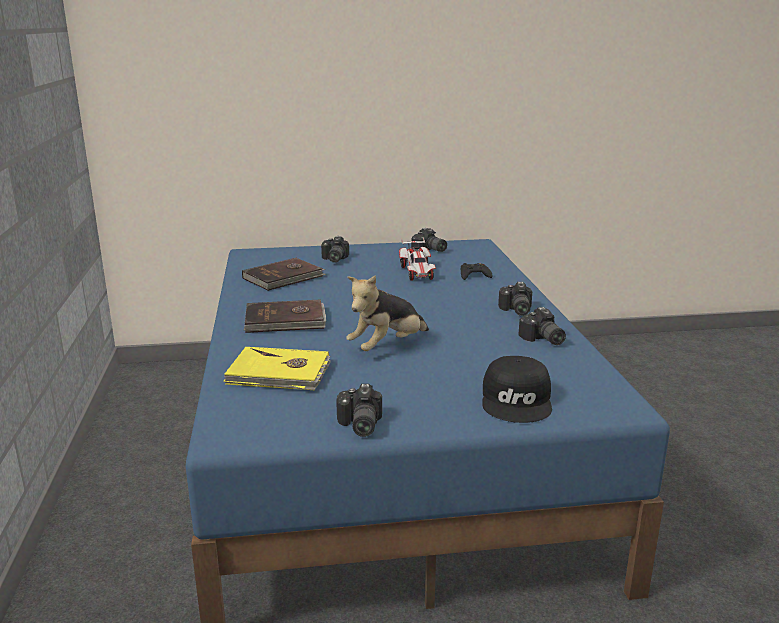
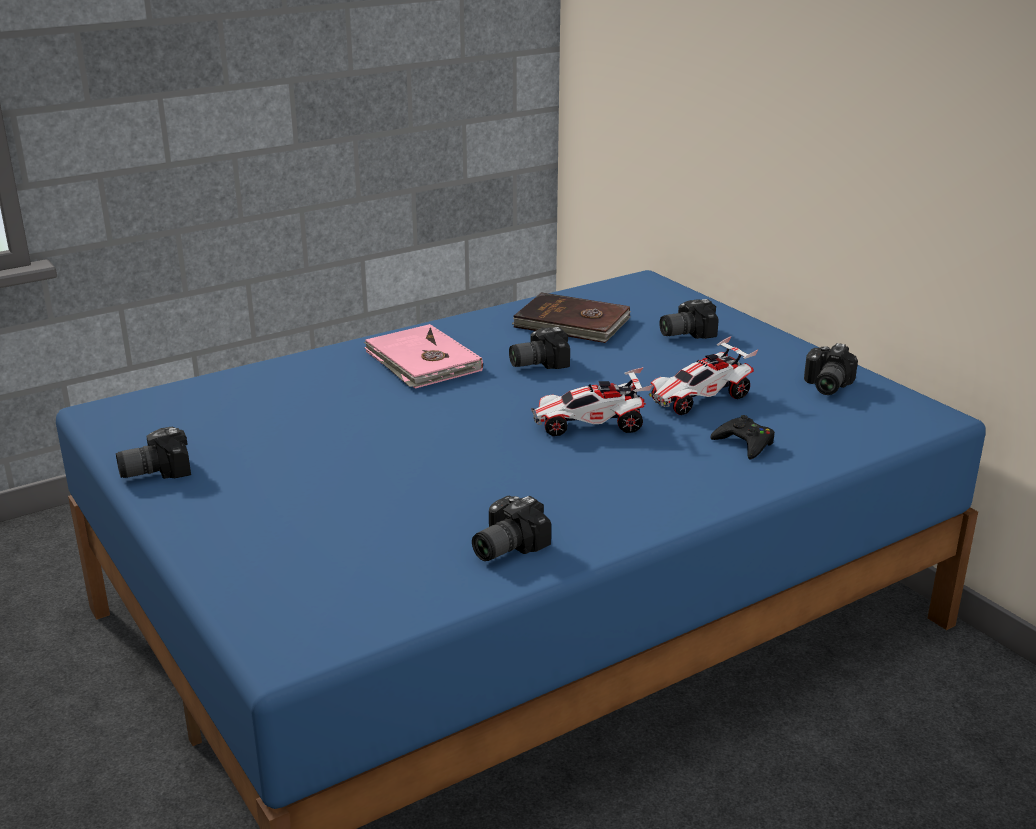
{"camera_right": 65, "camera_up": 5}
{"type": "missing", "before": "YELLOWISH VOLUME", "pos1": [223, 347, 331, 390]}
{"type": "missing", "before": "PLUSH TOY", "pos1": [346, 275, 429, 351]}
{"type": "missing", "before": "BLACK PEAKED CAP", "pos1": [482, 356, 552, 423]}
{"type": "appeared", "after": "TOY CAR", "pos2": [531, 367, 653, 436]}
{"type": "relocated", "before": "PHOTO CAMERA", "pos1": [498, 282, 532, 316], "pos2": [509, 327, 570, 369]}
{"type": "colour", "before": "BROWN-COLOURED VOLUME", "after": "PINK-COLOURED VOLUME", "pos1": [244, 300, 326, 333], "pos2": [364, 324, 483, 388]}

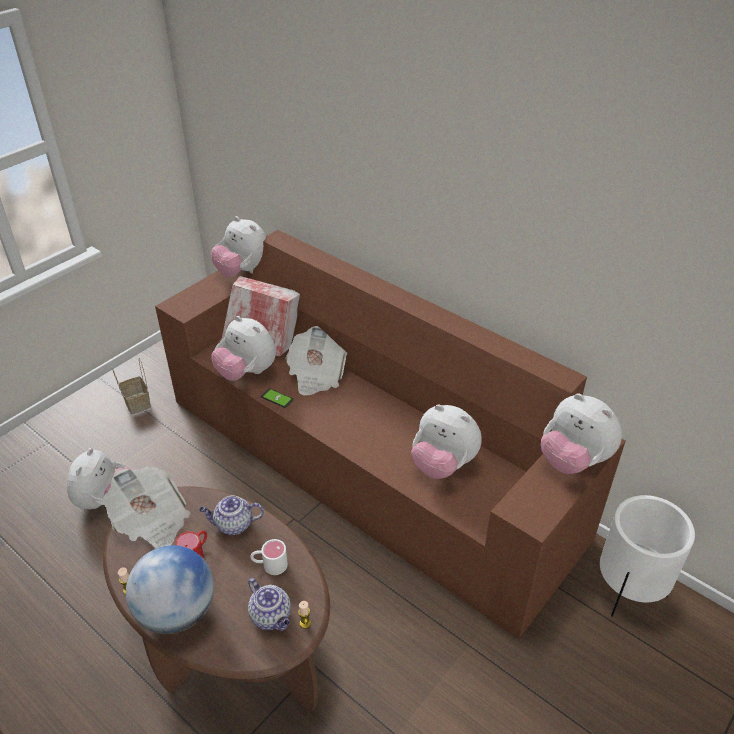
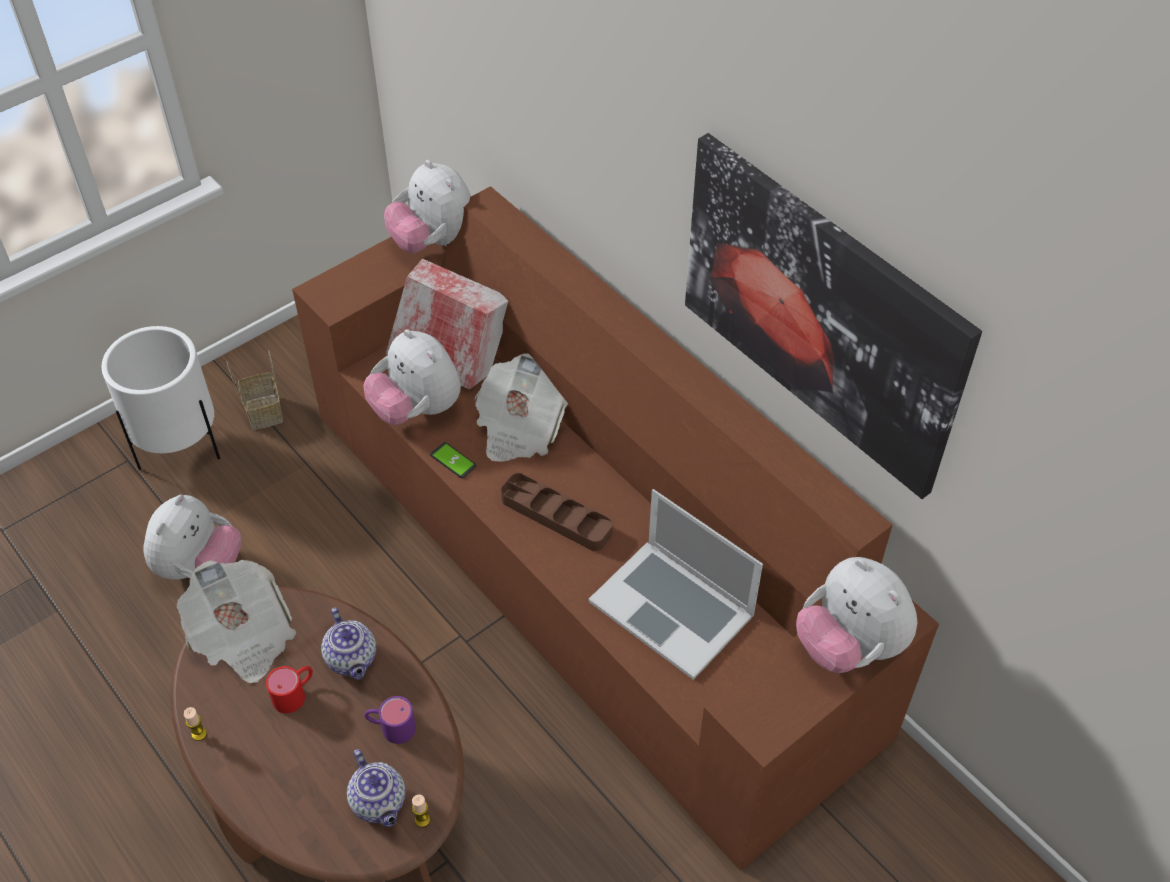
{"camera_right": 10, "camera_up": 10}
{"type": "missing", "before": "DESK GLOBE", "pos1": [126, 545, 214, 634]}
{"type": "appeared", "after": "BROWN-COLOURED CARRYING TRAY", "pos2": [501, 473, 613, 551]}
{"type": "appeared", "after": "WALL PICTURE", "pos2": [685, 133, 982, 499]}
{"type": "relocated", "before": "WHITISH FLOWER POT", "pos1": [600, 495, 695, 617], "pos2": [102, 326, 220, 470]}
{"type": "exchanged", "before": "PLUSH TOY", "after": "NOTEBOOK COMPUTER", "pos1": [411, 404, 482, 479], "pos2": [588, 489, 763, 680]}
{"type": "colour", "before": "WHITISH COFFEE MUG", "after": "PURPLE COFFEE MUG", "pos1": [251, 539, 288, 575], "pos2": [365, 696, 416, 744]}
{"type": "spun", "before": "POT FOR TEA", "pos1": [199, 496, 264, 535], "pos2": [321, 608, 376, 680], "turn": -120}

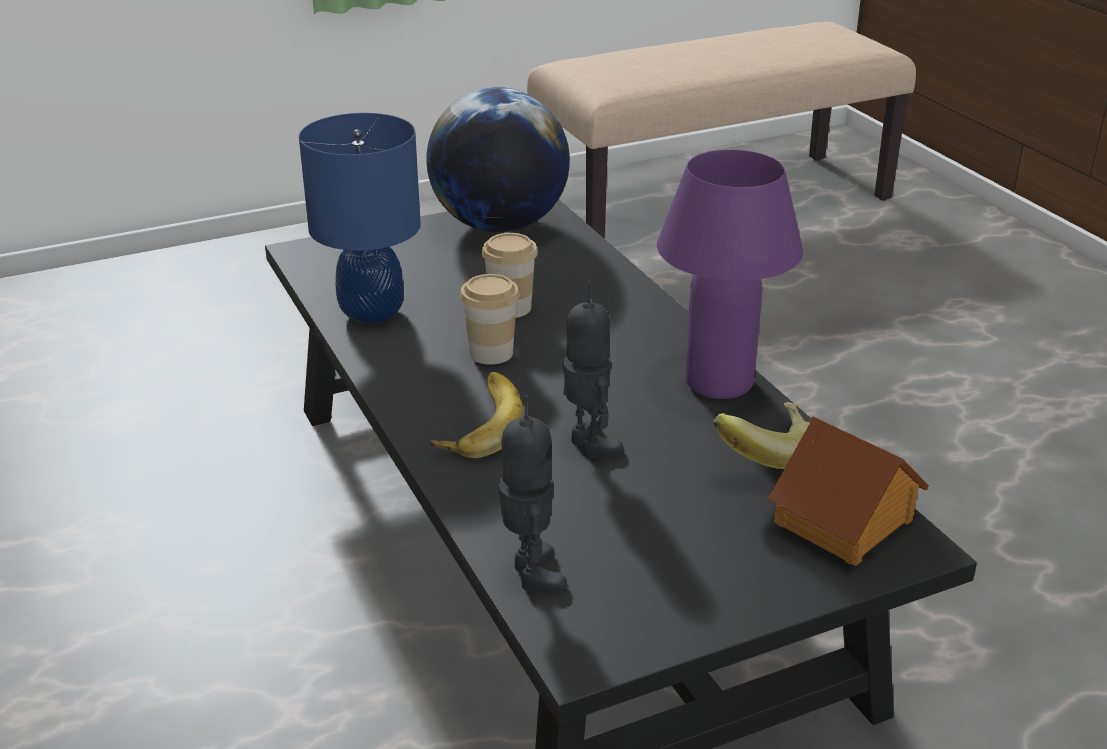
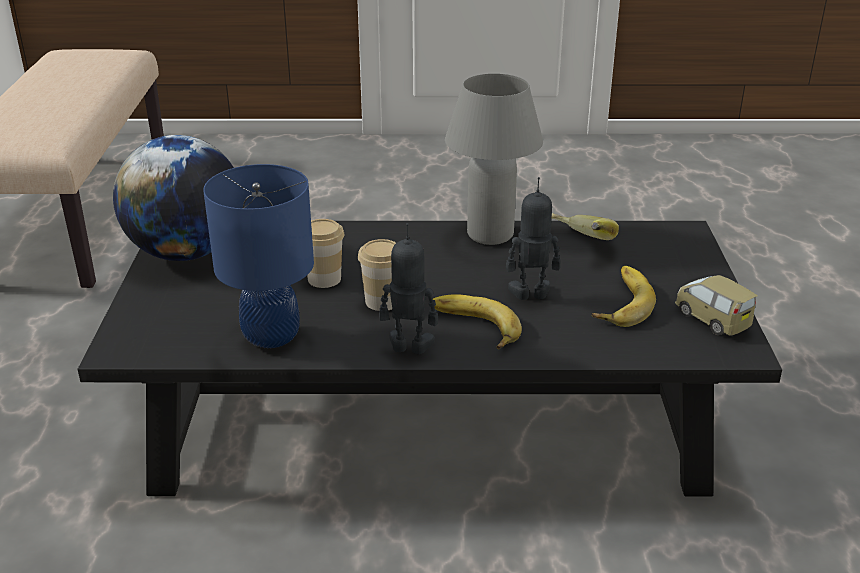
{"camera_right": -65, "camera_up": 0}
{"type": "missing", "before": "TOY HOUSE", "pos1": [767, 416, 929, 566]}
{"type": "appeared", "after": "BANANA FRUIT", "pos2": [591, 266, 656, 327]}
{"type": "appeared", "after": "TOY CAR", "pos2": [675, 275, 757, 336]}
{"type": "relocated", "before": "ROBOT FIGURE", "pos1": [498, 395, 567, 594], "pos2": [379, 223, 438, 354]}
{"type": "colour", "before": "PURPLE TABLETOP LAMP", "after": "GREY TABLETOP LAMP", "pos1": [657, 150, 803, 399], "pos2": [445, 73, 543, 245]}

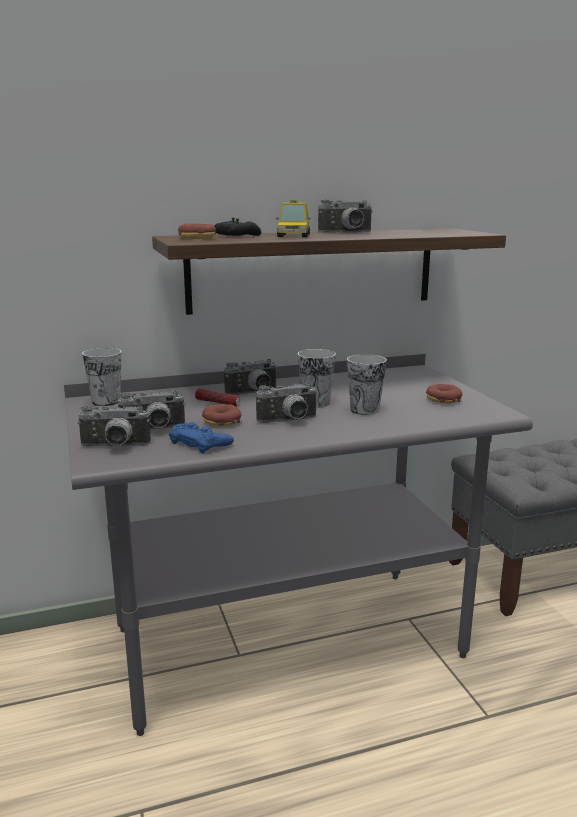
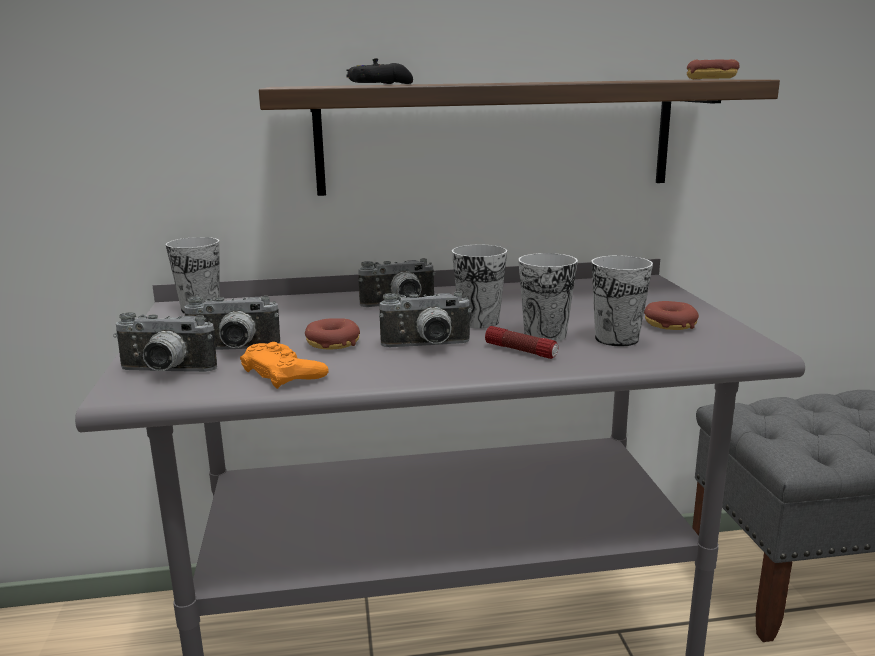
{"camera_right": 10, "camera_up": 0}
{"type": "missing", "before": "TOY CAR", "pos1": [276, 201, 310, 237]}
{"type": "missing", "before": "PHOTO CAMERA", "pos1": [318, 200, 373, 233]}
{"type": "appeared", "after": "CUP", "pos2": [592, 256, 653, 346]}
{"type": "relocated", "before": "RING DOUGHNUT", "pos1": [178, 224, 216, 239], "pos2": [687, 59, 740, 79]}
{"type": "relocated", "before": "TORCH", "pos1": [195, 389, 240, 407], "pos2": [485, 326, 558, 359]}
{"type": "colour", "before": "BLUE-COLOURED GAME CONTROLLER", "after": "ORANGEY GAME CONTROLLER", "pos1": [169, 422, 234, 453], "pos2": [240, 342, 329, 389]}

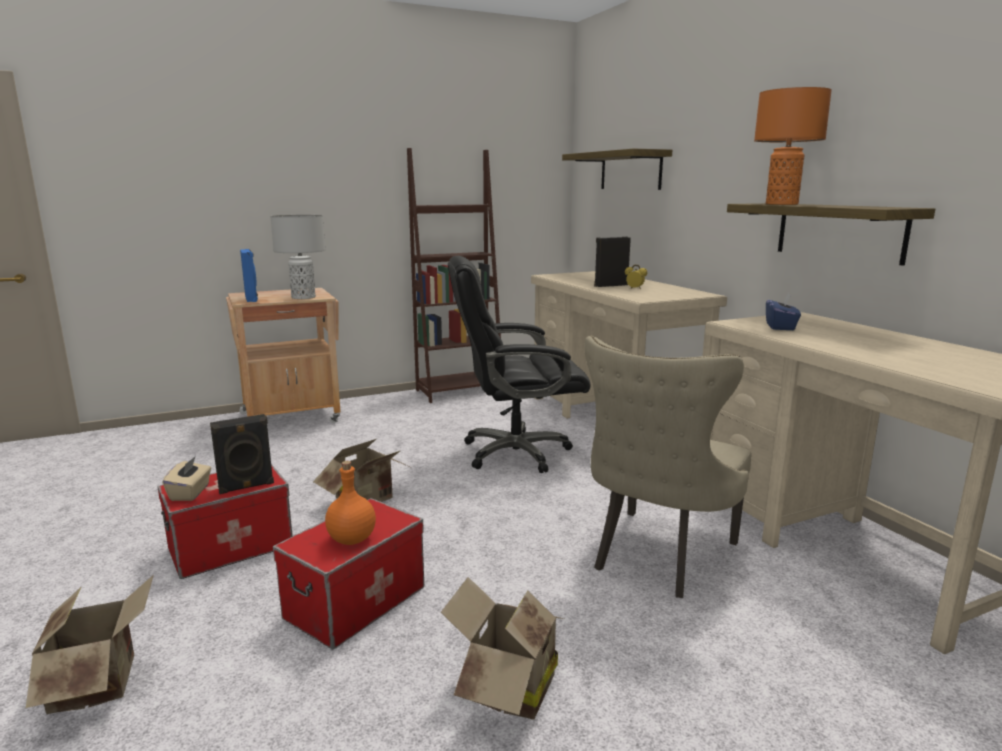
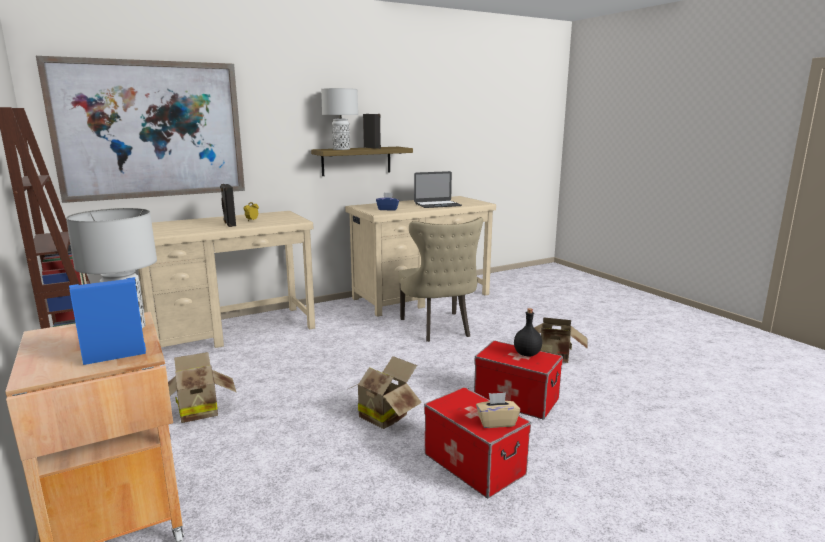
{"camera_right": -95, "camera_up": 0}
{"type": "missing", "before": "BLACK COMPUTER CHAIR", "pos1": [448, 256, 591, 473]}
{"type": "appeared", "after": "NOTEBOOK COMPUTER", "pos2": [414, 171, 462, 208]}
{"type": "relocated", "before": "CARDBOARD BOX", "pos1": [26, 575, 154, 714], "pos2": [168, 352, 236, 423]}
{"type": "relocated", "before": "BLACK LOUDSPEAKER", "pos1": [210, 414, 274, 494], "pos2": [363, 114, 381, 149]}
{"type": "exchanged", "before": "SHELF", "after": "WALL PICTURE", "pos1": [562, 149, 672, 190], "pos2": [36, 56, 245, 203]}
{"type": "colour", "before": "ORANGEY DRINK BOTTLE", "after": "BLACK DRINK BOTTLE", "pos1": [325, 461, 376, 545], "pos2": [514, 308, 542, 357]}
{"type": "colour", "before": "ORANGEY TABLETOP LAMP", "after": "WHITISH TABLETOP LAMP", "pos1": [754, 87, 832, 205], "pos2": [321, 88, 358, 150]}
{"type": "spun", "before": "BEIGE PLAIN CHAIR", "pos1": [584, 336, 751, 598], "pos2": [398, 217, 483, 342], "turn": 45}

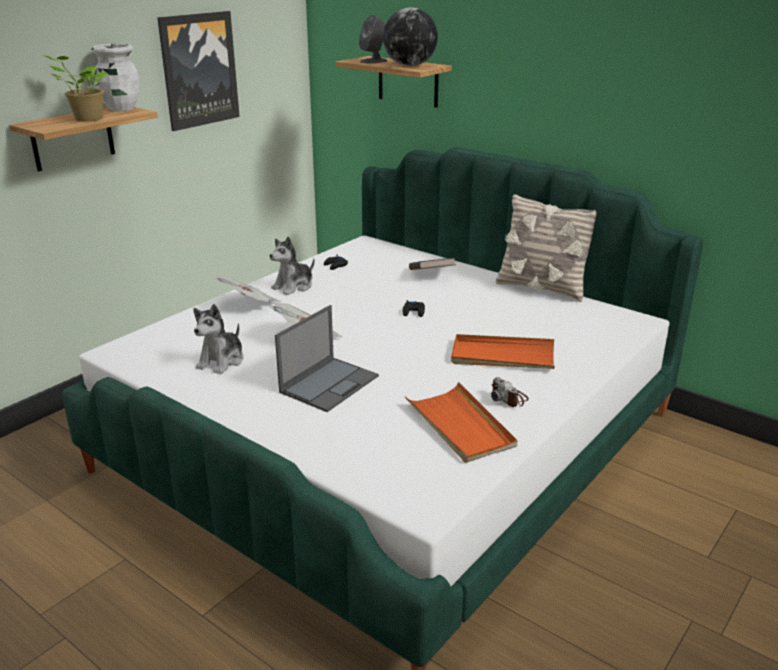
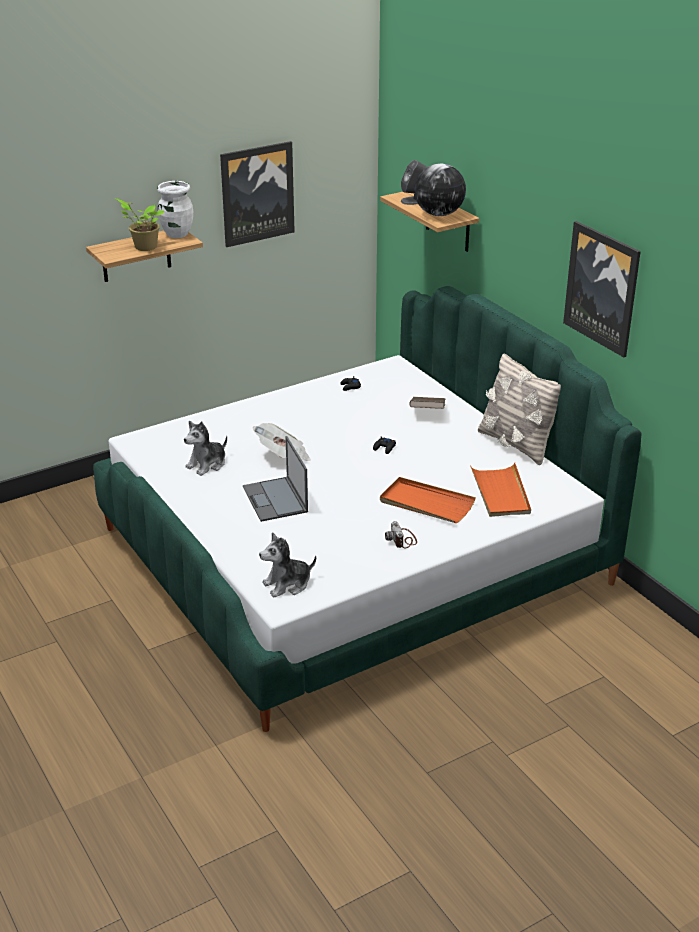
{"camera_right": 20, "camera_up": 5}
{"type": "missing", "before": "NEWSPAPER", "pos1": [214, 276, 281, 302]}
{"type": "appeared", "after": "WALL PICTURE", "pos2": [563, 221, 641, 357]}
{"type": "relocated", "before": "PLUSH TOY", "pos1": [270, 236, 315, 295], "pos2": [259, 532, 316, 598]}
{"type": "relocated", "before": "ORANGEY CARRYING TRAY", "pos1": [405, 382, 518, 463], "pos2": [470, 463, 531, 517]}
{"type": "spun", "before": "NOTEBOOK COMPUTER", "pos1": [275, 305, 379, 412], "pos2": [243, 436, 308, 522], "turn": 105}

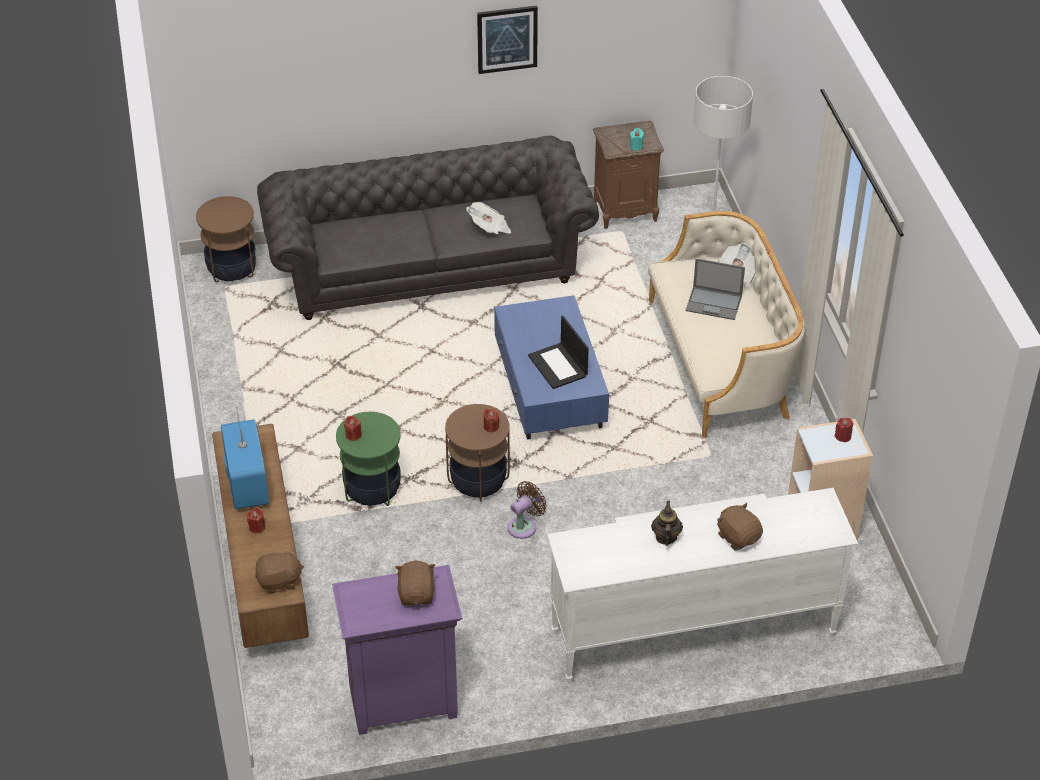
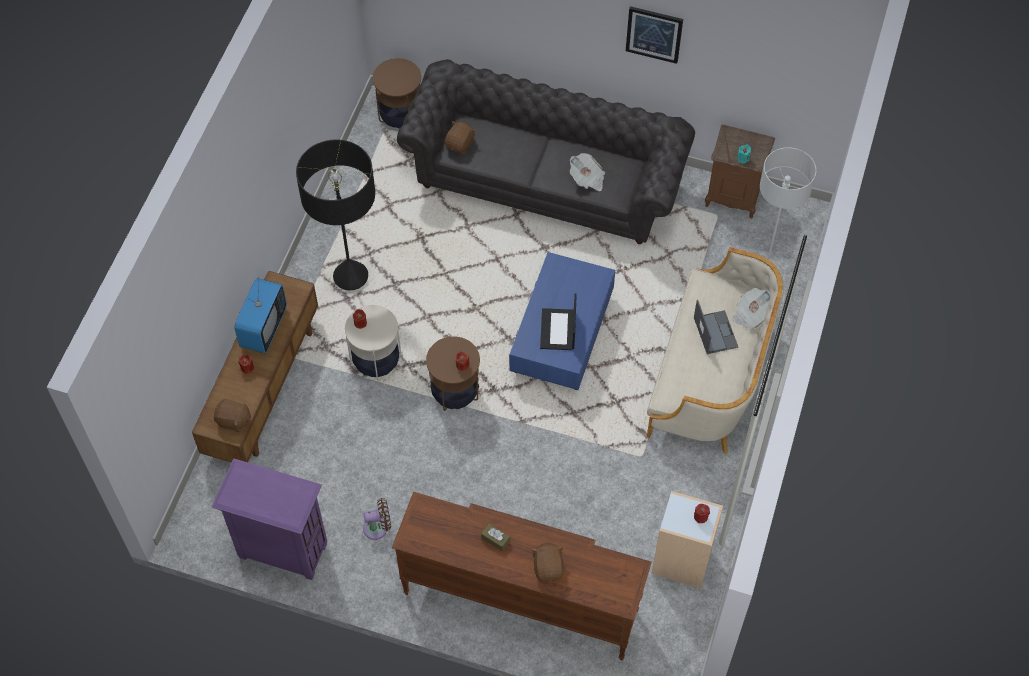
{"camera_right": 30, "camera_up": 15}
{"type": "appeared", "after": "BLACK STANDARD LAMP", "pos2": [296, 140, 375, 290]}
{"type": "relocated", "before": "BROWN-COLOURED PLUSH TOY", "pos1": [395, 561, 435, 605], "pos2": [445, 121, 475, 154]}
{"type": "relocated", "before": "BROWN-COLOURED FAN", "pos1": [508, 481, 547, 539], "pos2": [363, 498, 391, 540]}
{"type": "exchanged", "before": "POT FOR TEA", "after": "BROWN-COLOURED BOX OF TISSUES", "pos1": [651, 501, 683, 546], "pos2": [481, 523, 510, 551]}
{"type": "colour", "before": "GREENISH ACCENT TABLE", "after": "BEIGE ACCENT TABLE", "pos1": [336, 412, 401, 506], "pos2": [345, 305, 401, 381]}
{"type": "colour", "before": "WHITISH CUPBOARD", "after": "BROWN-COLOURED CUPBOARD", "pos1": [547, 488, 858, 683], "pos2": [392, 492, 652, 660]}
{"type": "spun", "before": "NOTEBOOK COMPUTER", "pos1": [686, 258, 745, 320], "pos2": [694, 300, 738, 354], "turn": -150}

